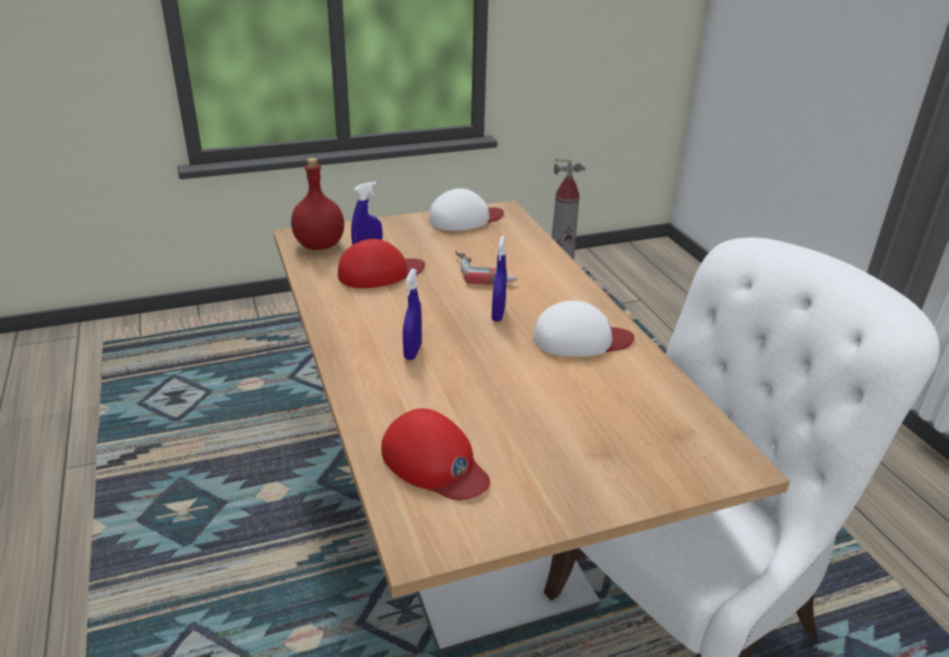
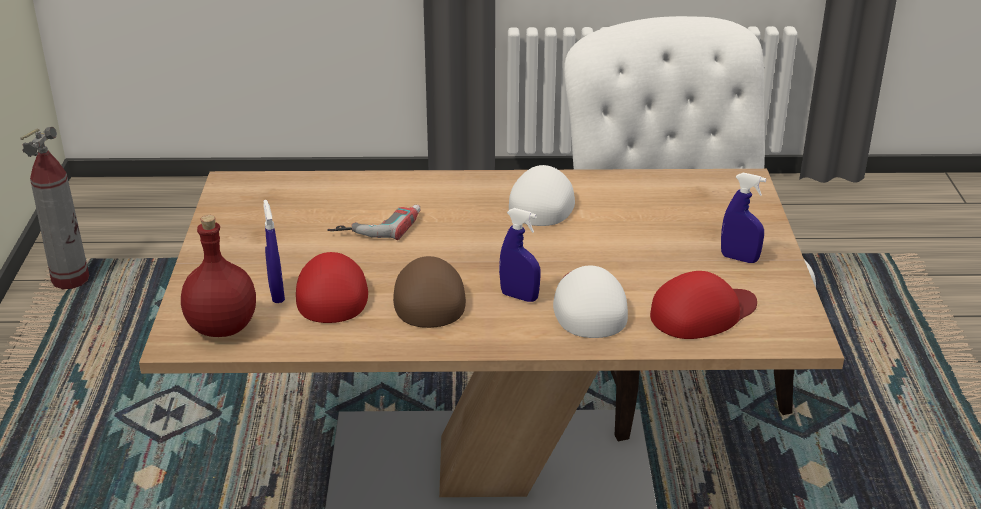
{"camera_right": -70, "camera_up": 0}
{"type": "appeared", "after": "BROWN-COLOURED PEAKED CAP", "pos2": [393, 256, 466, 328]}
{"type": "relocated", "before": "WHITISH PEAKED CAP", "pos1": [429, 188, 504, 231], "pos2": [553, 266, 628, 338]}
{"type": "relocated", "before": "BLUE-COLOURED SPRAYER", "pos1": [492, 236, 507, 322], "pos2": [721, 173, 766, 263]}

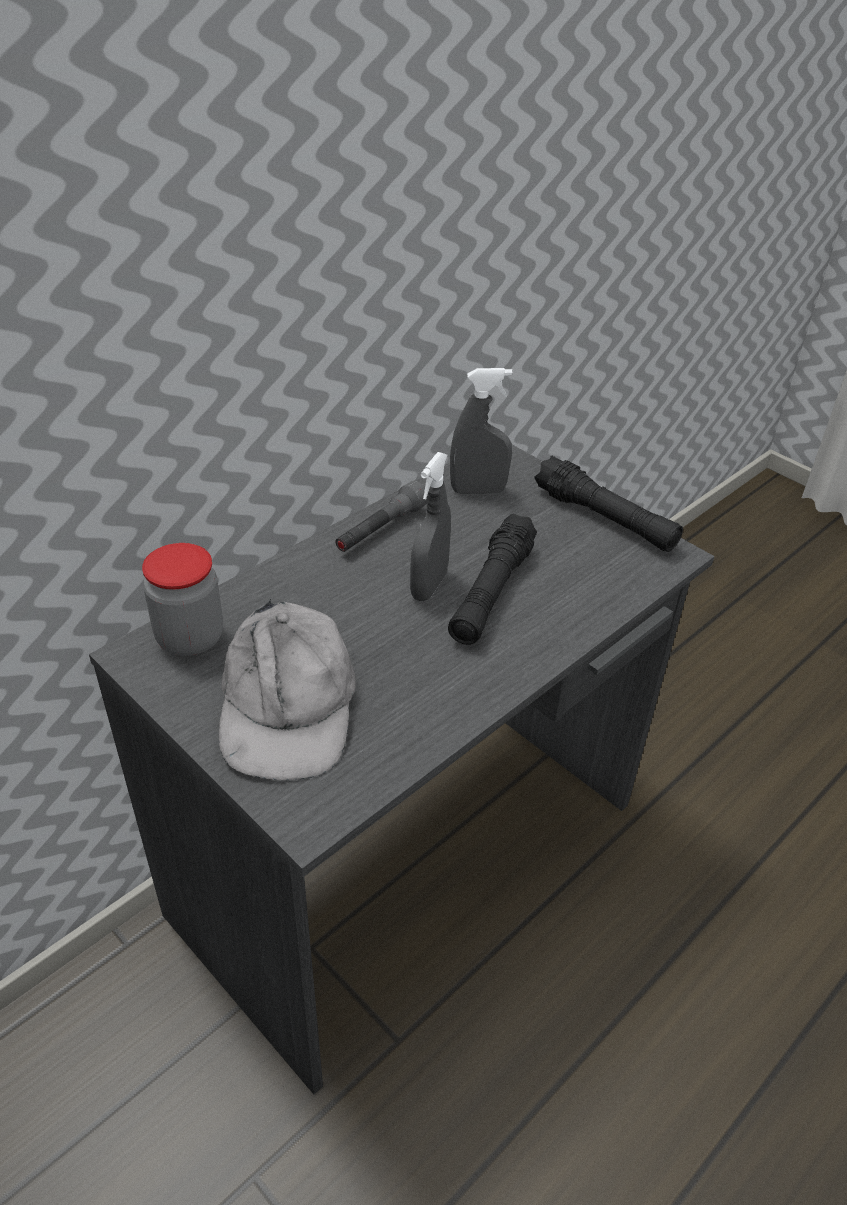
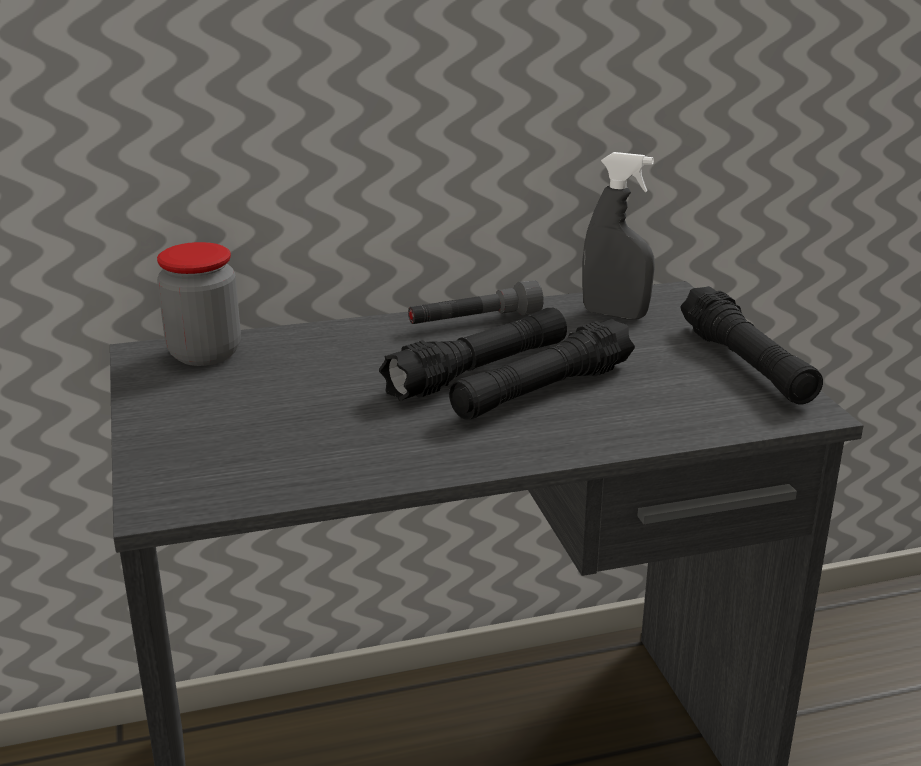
{"camera_right": 30, "camera_up": -15}
{"type": "missing", "before": "GREY PEAKED CAP", "pos1": [219, 599, 356, 780]}
{"type": "exchanged", "before": "GREY SPRAYER", "after": "BLACK TORCH", "pos1": [410, 452, 451, 601], "pos2": [379, 308, 567, 401]}

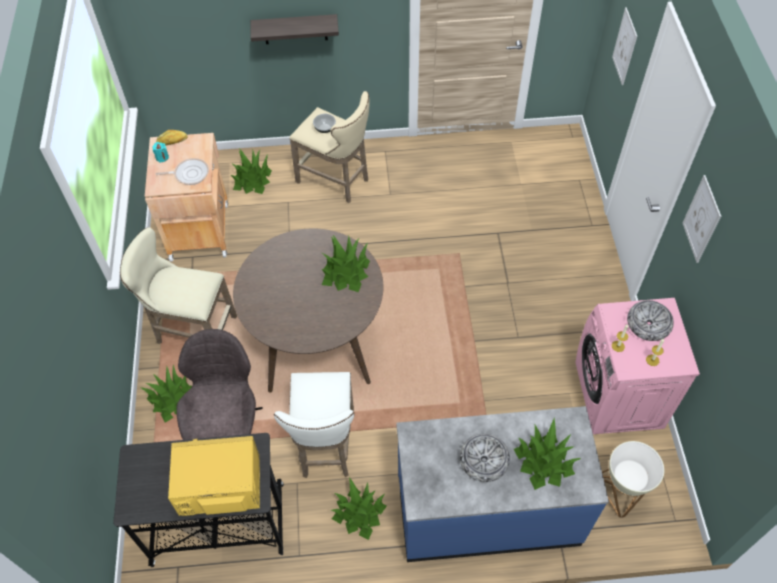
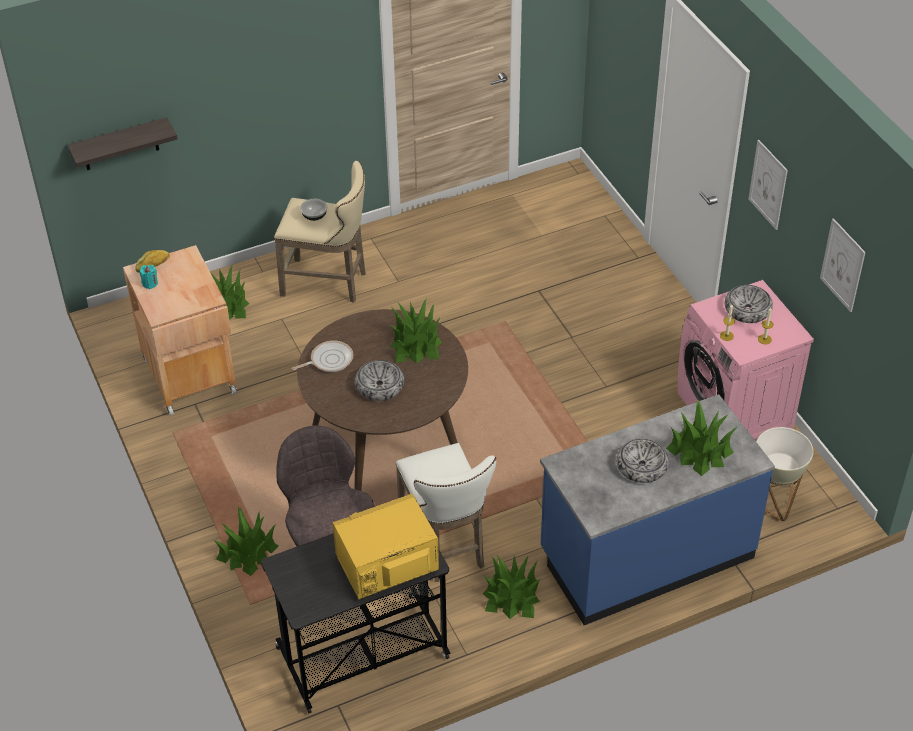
{"camera_right": -20, "camera_up": -10}
{"type": "missing", "before": "BEIGE STOOL SEAT", "pos1": [120, 227, 237, 344]}
{"type": "appeared", "after": "SERVING BOWL", "pos2": [355, 360, 404, 401]}
{"type": "relocated", "before": "SKILLET", "pos1": [156, 158, 209, 185], "pos2": [292, 341, 353, 372]}
{"type": "relocated", "before": "SHELF", "pos1": [251, 14, 339, 44], "pos2": [67, 117, 177, 170]}
{"type": "relocated", "before": "WALL PICTURE", "pos1": [612, 7, 637, 85], "pos2": [820, 218, 866, 312]}

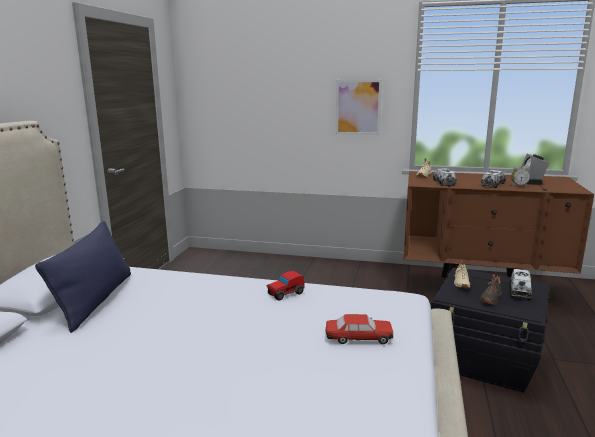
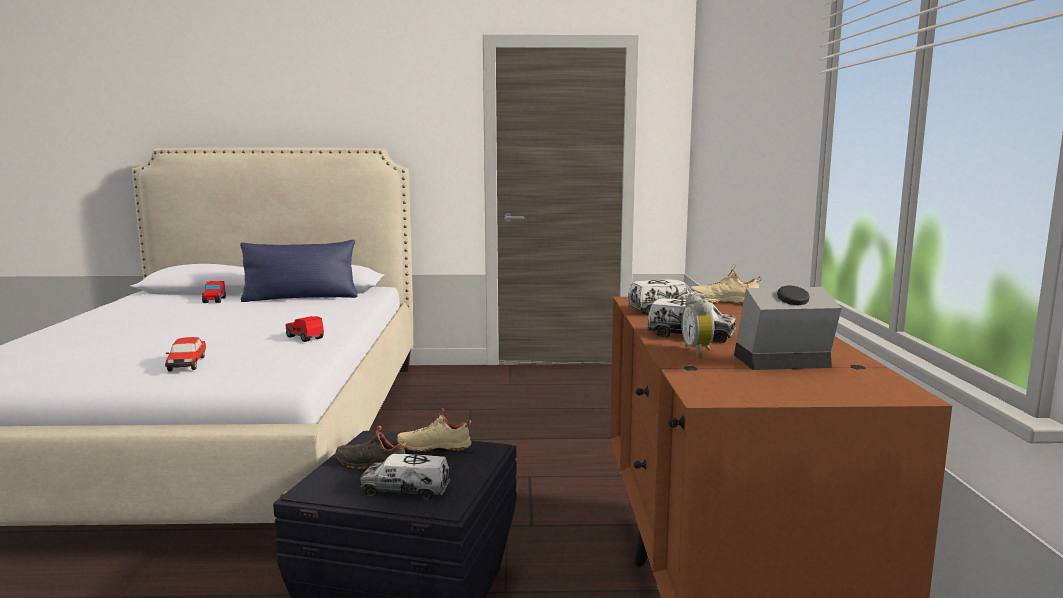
{"camera_right": 75, "camera_up": -5}
{"type": "missing", "before": "WALL PICTURE", "pos1": [336, 80, 382, 135]}
{"type": "appeared", "after": "TOY CAR", "pos2": [202, 281, 226, 303]}

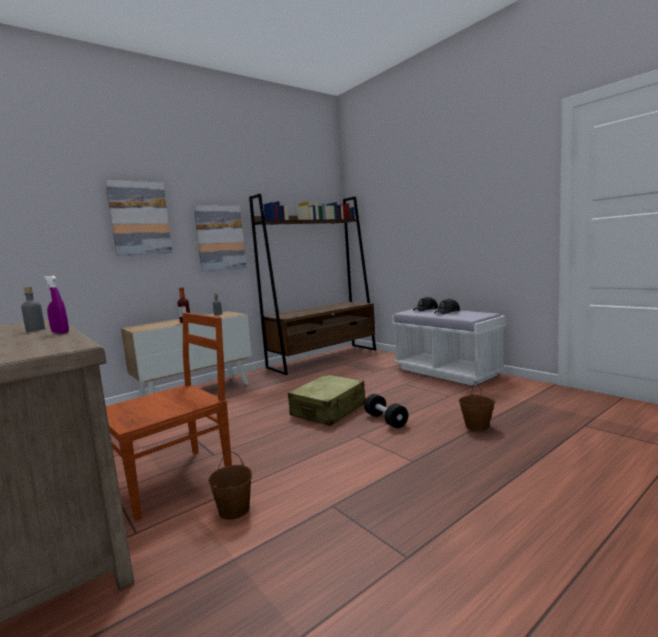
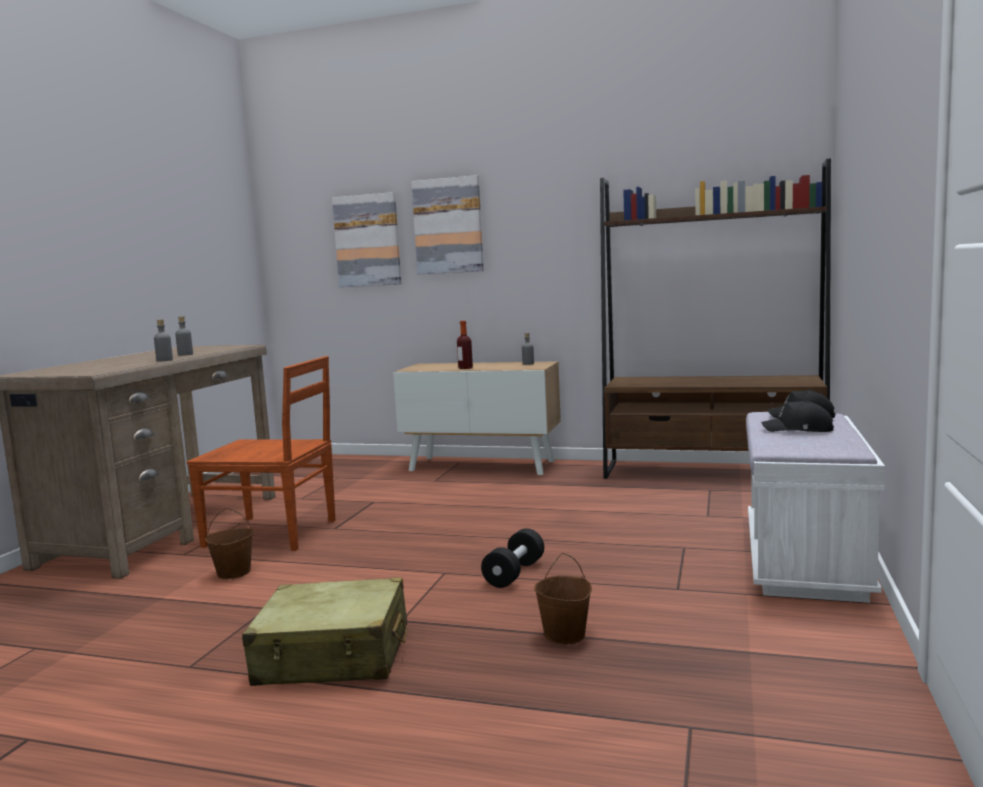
{"camera_right": 55, "camera_up": 0}
{"type": "relocated", "before": "WALL PICTURE", "pos1": [194, 205, 246, 272], "pos2": [332, 192, 401, 287]}
{"type": "relocated", "before": "BEIGE TRAVEL CASE", "pos1": [288, 374, 366, 426], "pos2": [242, 577, 407, 686]}
{"type": "exchanged", "before": "PURPLE SPRAYER", "after": "GREY DRINK BOTTLE", "pos1": [44, 276, 69, 334], "pos2": [154, 319, 173, 361]}

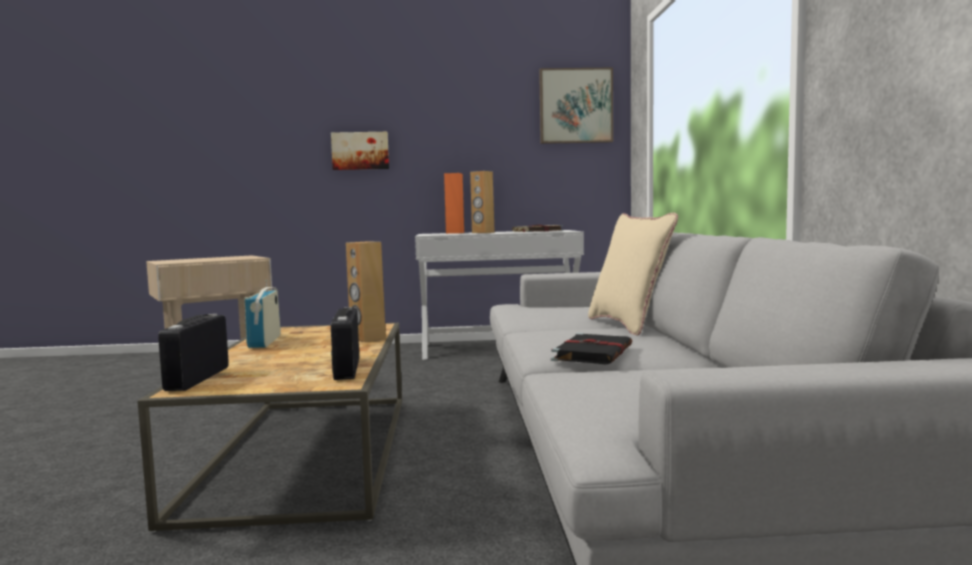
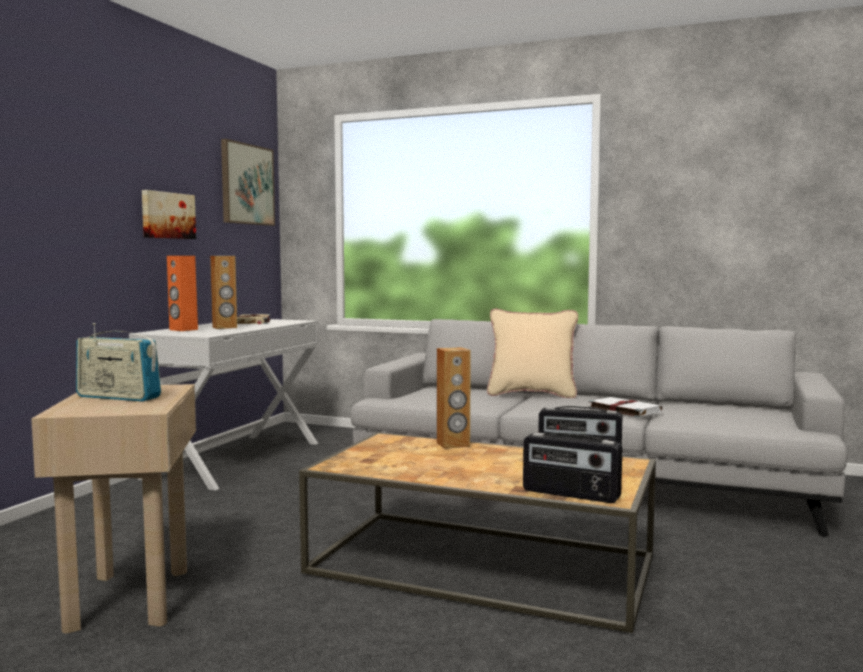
{"camera_right": -65, "camera_up": 0}
{"type": "relocated", "before": "RADIO", "pos1": [245, 280, 281, 348], "pos2": [76, 323, 161, 402]}
{"type": "relocated", "before": "WALL PICTURE", "pos1": [331, 132, 389, 170], "pos2": [142, 190, 196, 239]}
{"type": "colour", "before": "BLACK VOLUME", "after": "WHITISH VOLUME", "pos1": [551, 333, 632, 365], "pos2": [588, 397, 663, 418]}

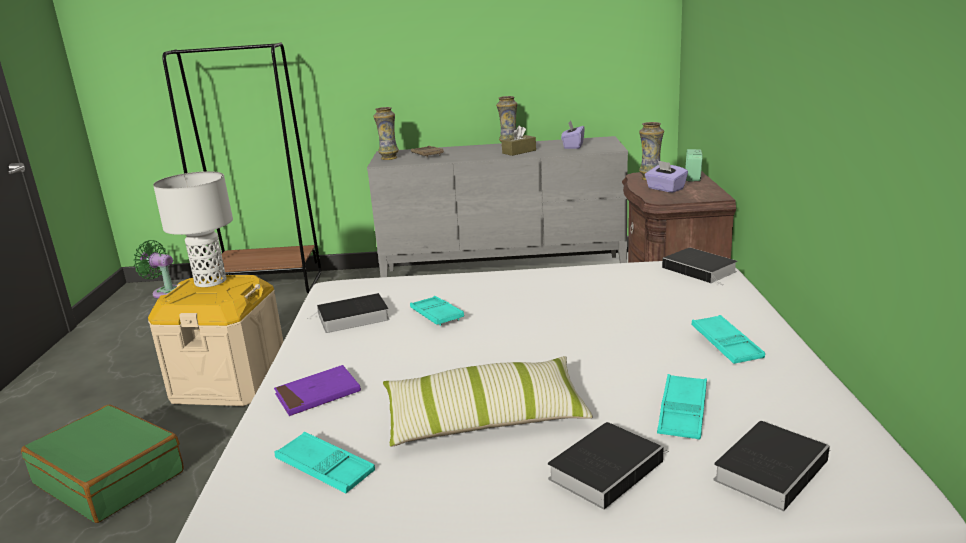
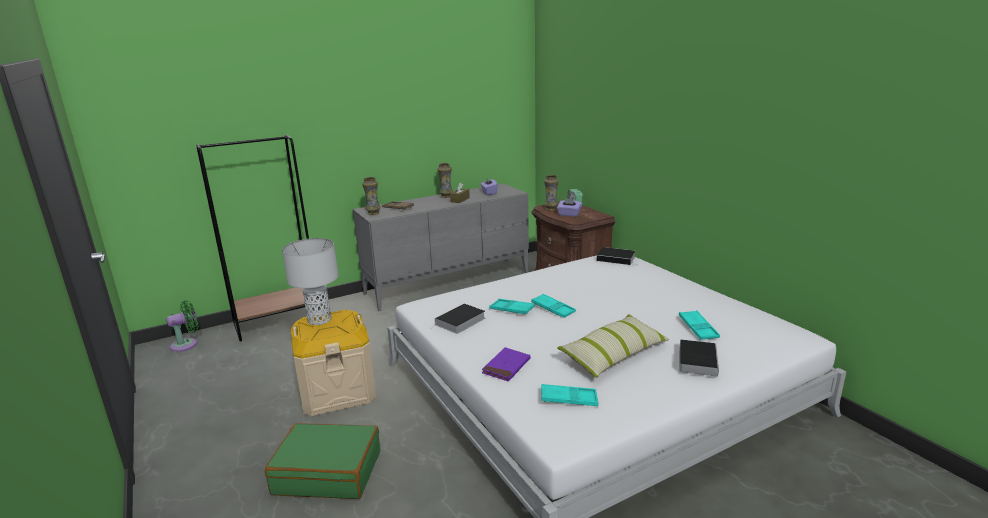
{"camera_right": -30, "camera_up": 0}
{"type": "missing", "before": "VOLUME", "pos1": [713, 421, 831, 511]}
{"type": "relocated", "before": "TURQUOISE-COLOURED CARRYING TRAY", "pos1": [691, 315, 765, 364], "pos2": [531, 294, 576, 318]}
{"type": "spun", "before": "GREENISH FAN", "pos1": [133, 240, 177, 298], "pos2": [166, 301, 198, 352], "turn": 150}

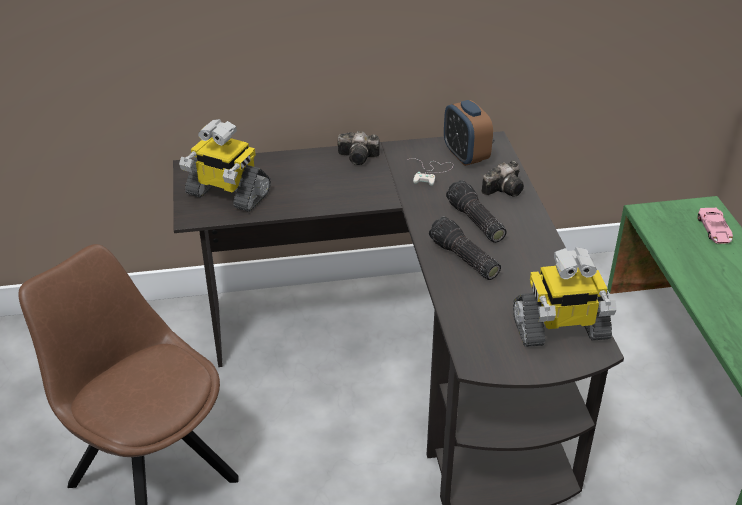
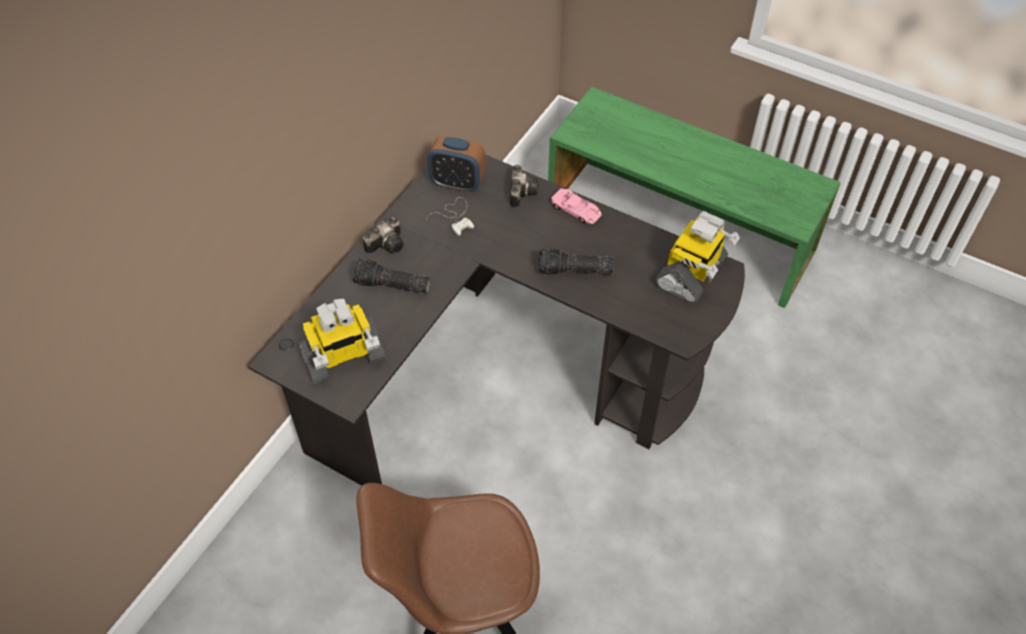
{"camera_right": -50, "camera_up": 15}
{"type": "relocated", "before": "TORCH", "pos1": [446, 180, 507, 243], "pos2": [353, 259, 431, 294]}
{"type": "relocated", "before": "PINK-COLOURED TOY CAR", "pos1": [698, 208, 733, 244], "pos2": [551, 188, 601, 224]}

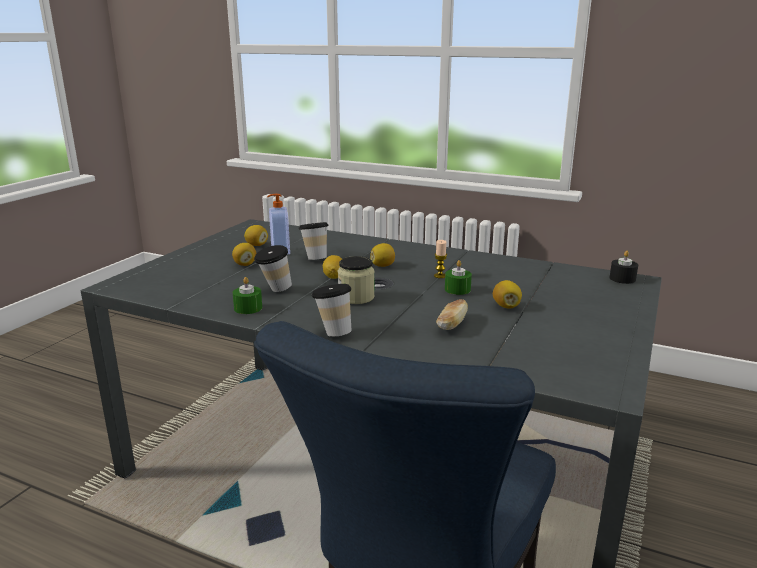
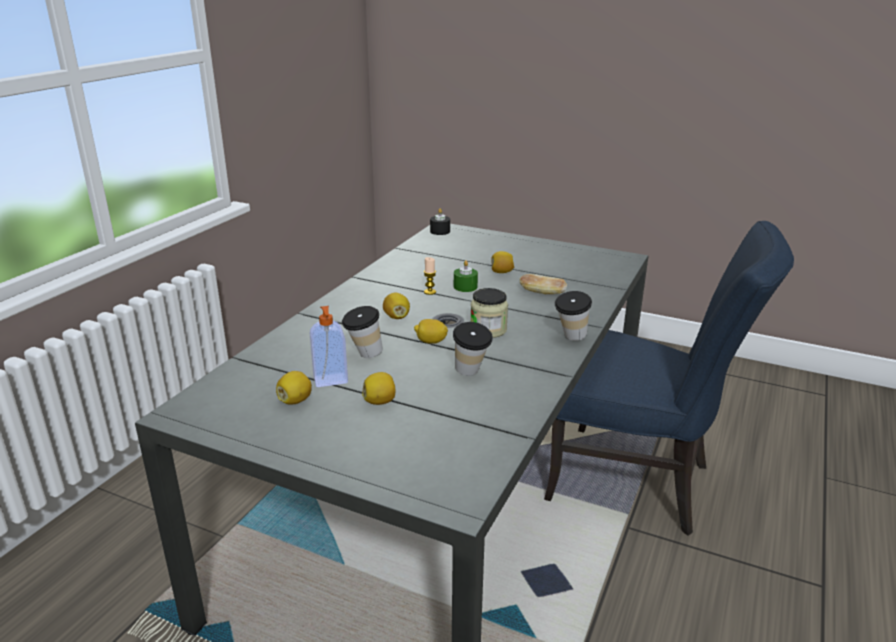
{"camera_right": -90, "camera_up": 5}
{"type": "missing", "before": "GREENISH WAX LIGHT", "pos1": [233, 277, 262, 314]}

